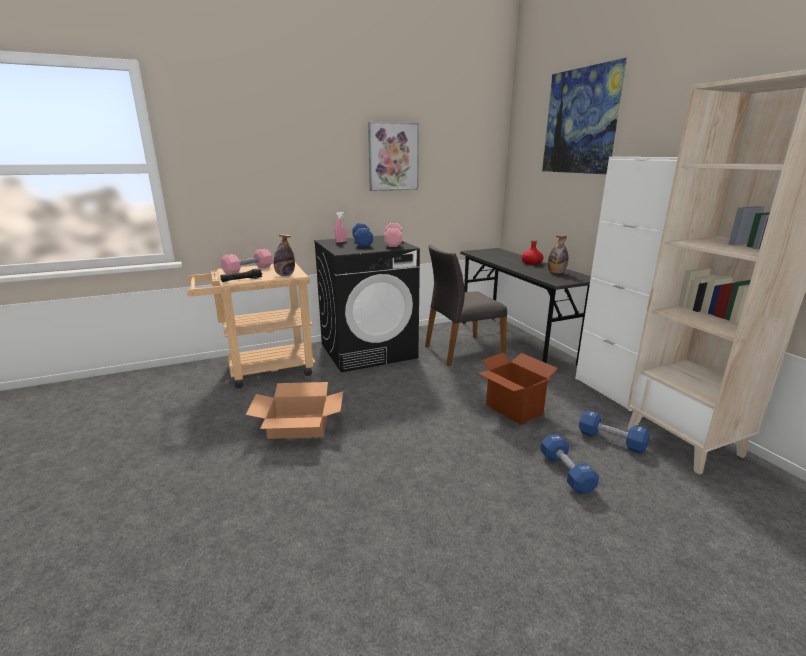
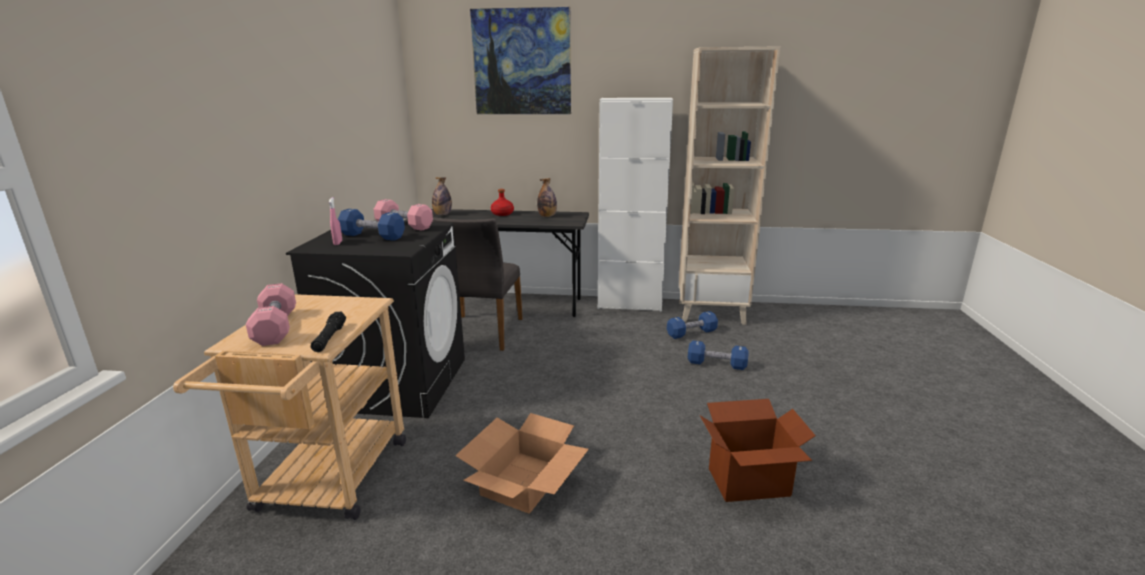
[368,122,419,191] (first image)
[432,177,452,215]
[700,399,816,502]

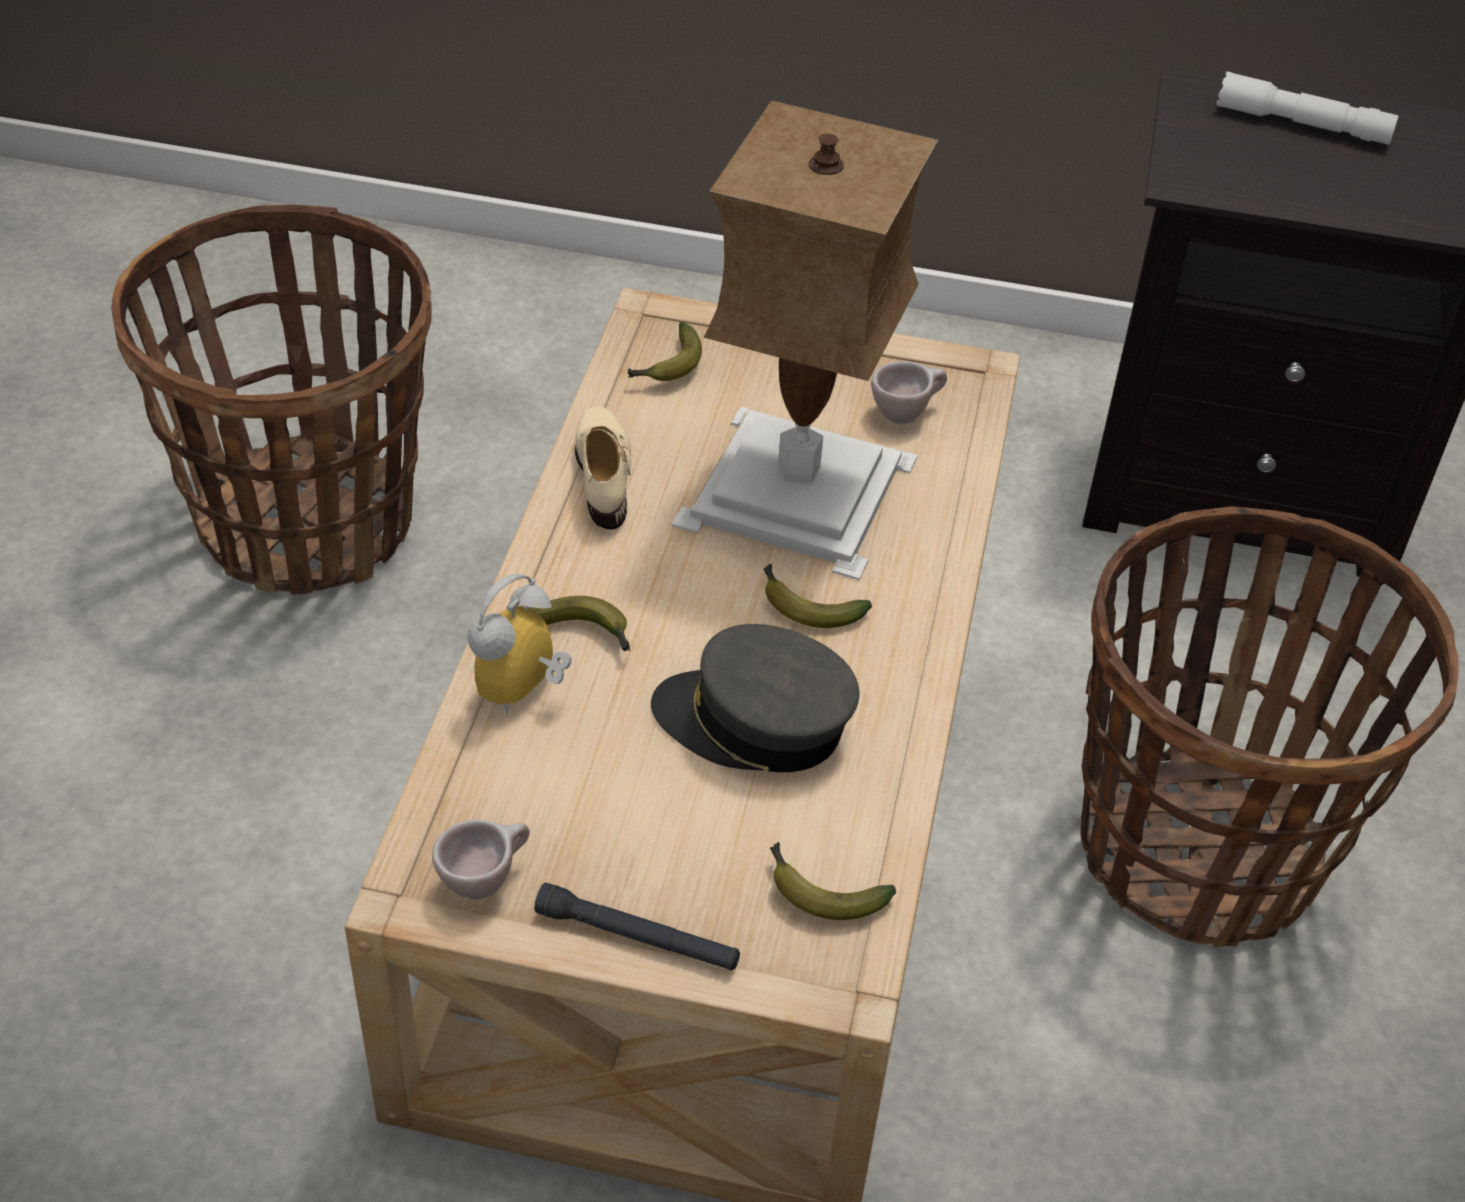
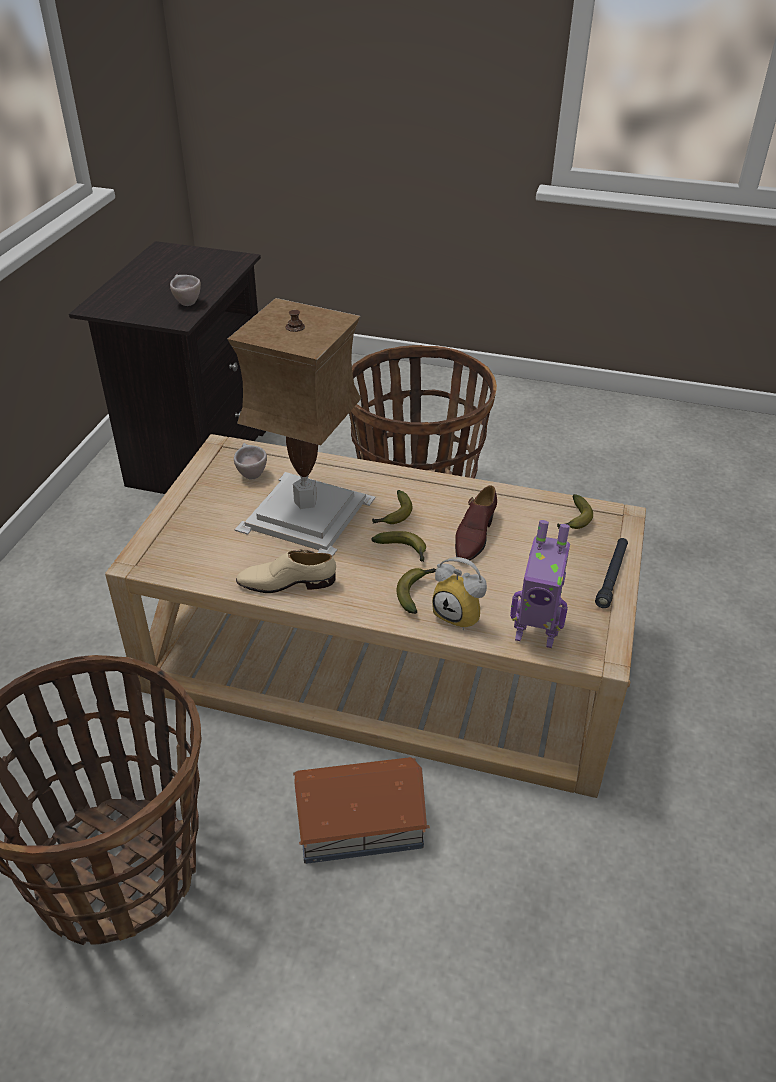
[1217,71,1399,145] (first image)
[371,531,426,562]
[455,485,497,560]
[170,274,201,306]
[510,520,570,648]
[293,757,430,864]

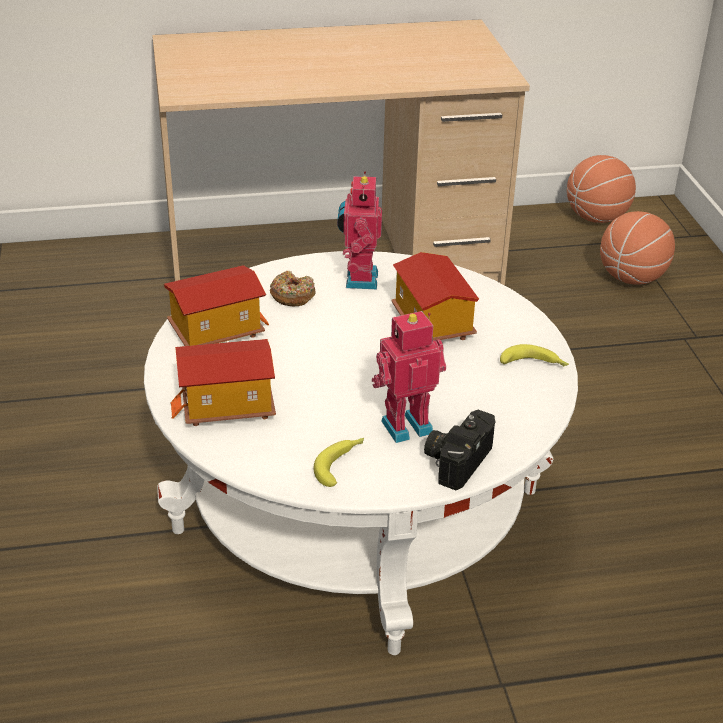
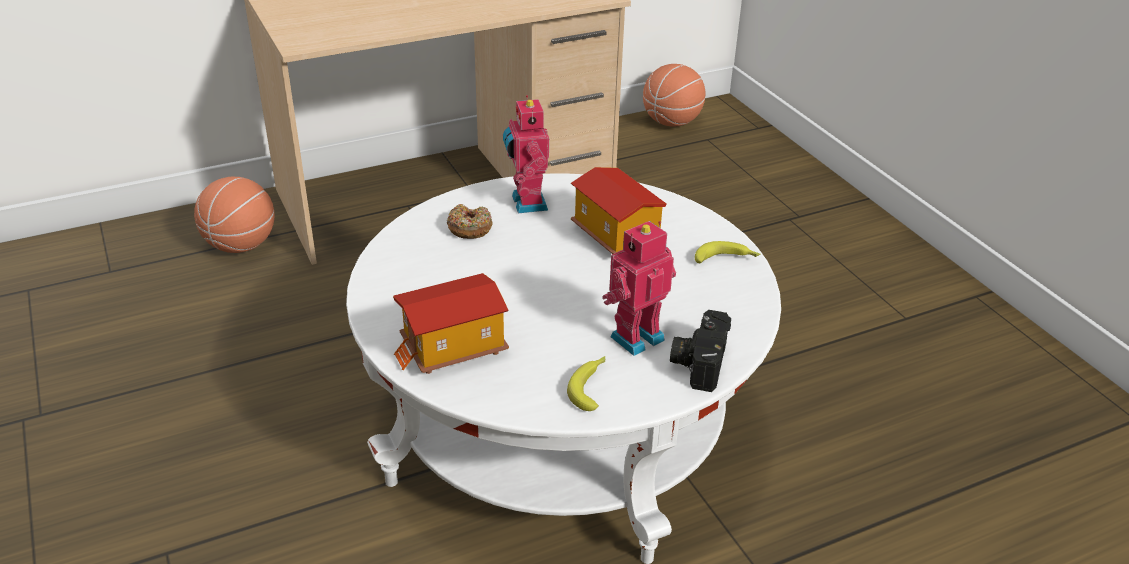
[194,177,275,253]
[164,265,269,346] (first image)

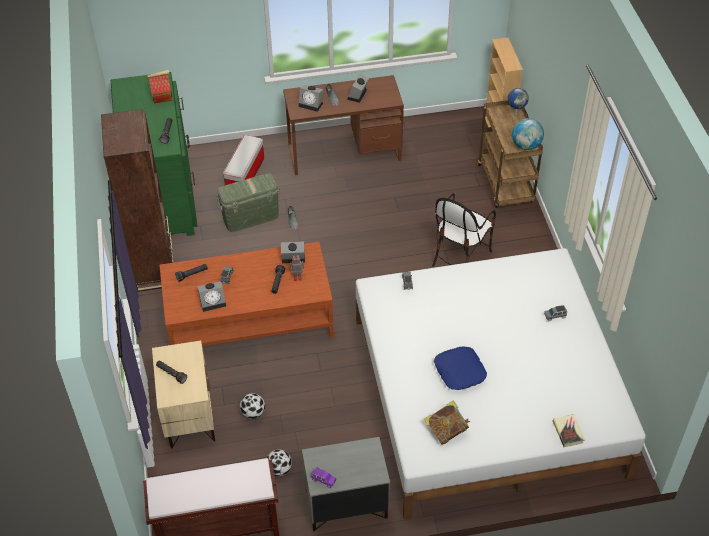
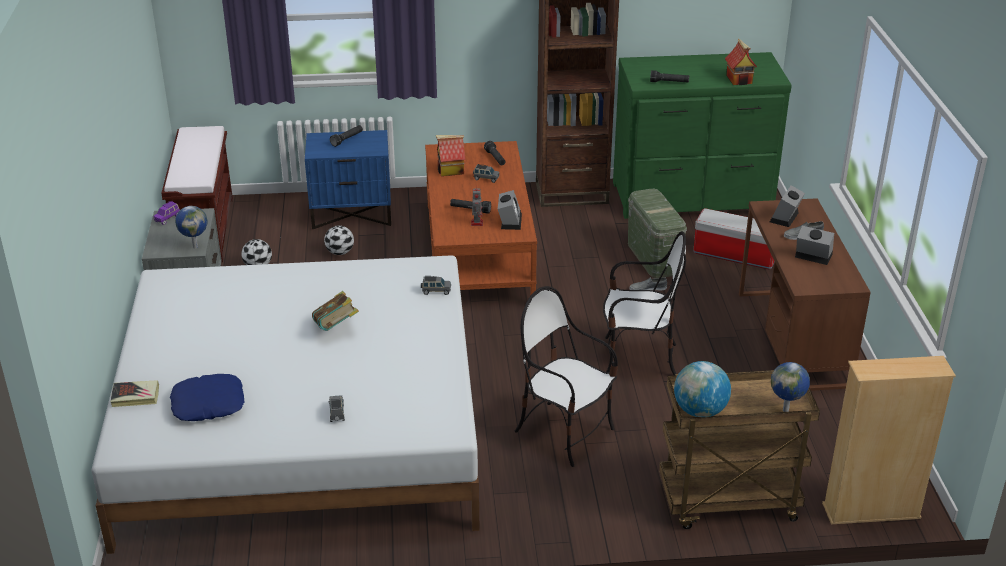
[436,135,465,176]
[305,130,391,229]
[170,374,245,421]
[312,291,359,331]
[175,206,208,248]
[603,231,686,376]

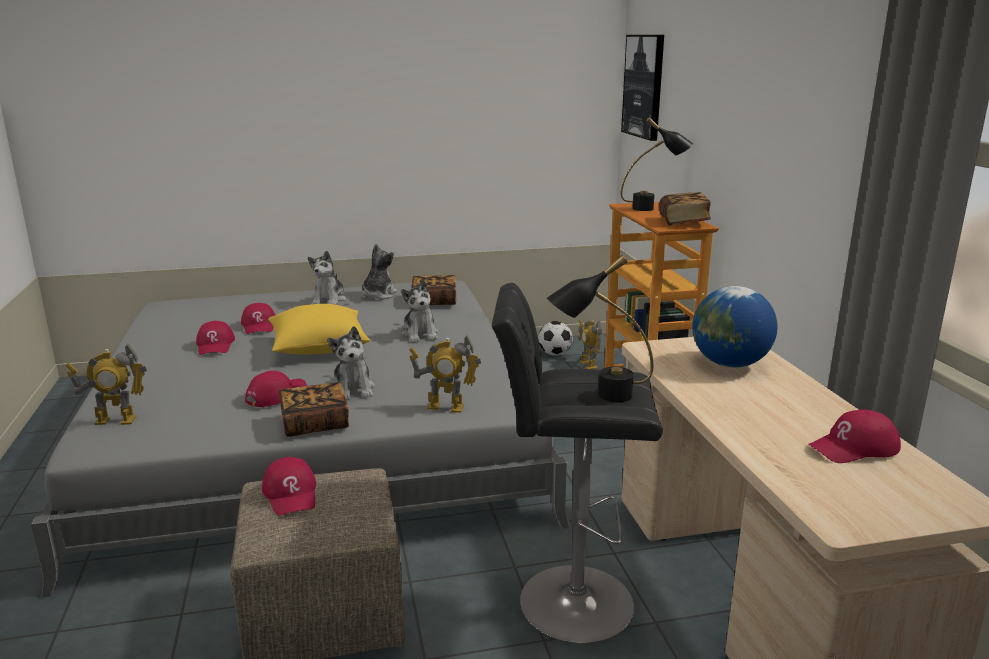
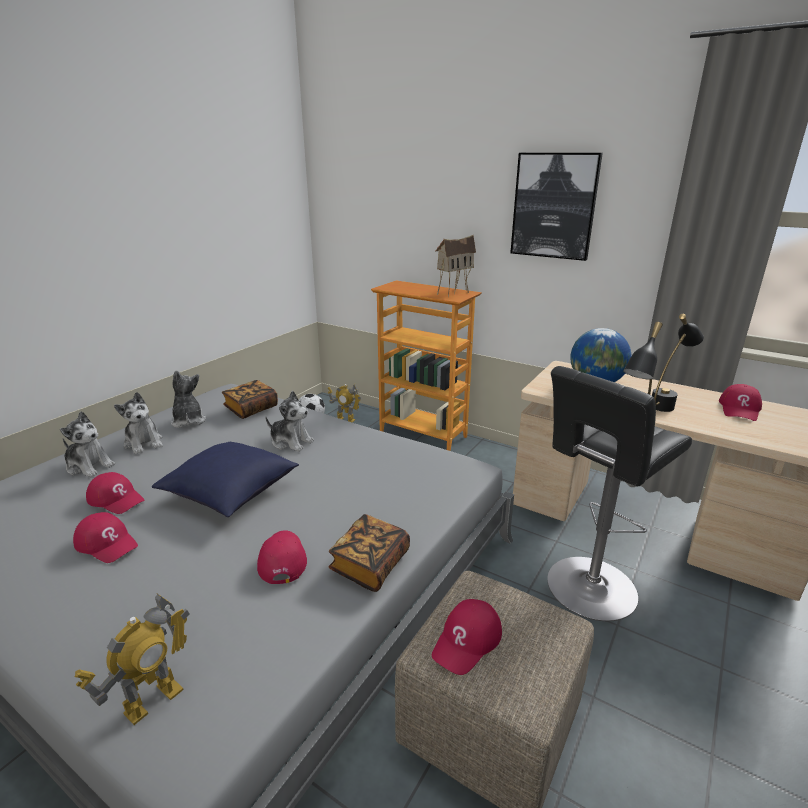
[510,153,603,261]
[652,314,704,412]
[435,235,476,297]
[152,442,299,517]
[60,411,115,477]
[409,335,481,413] (first image)
[432,599,502,675]

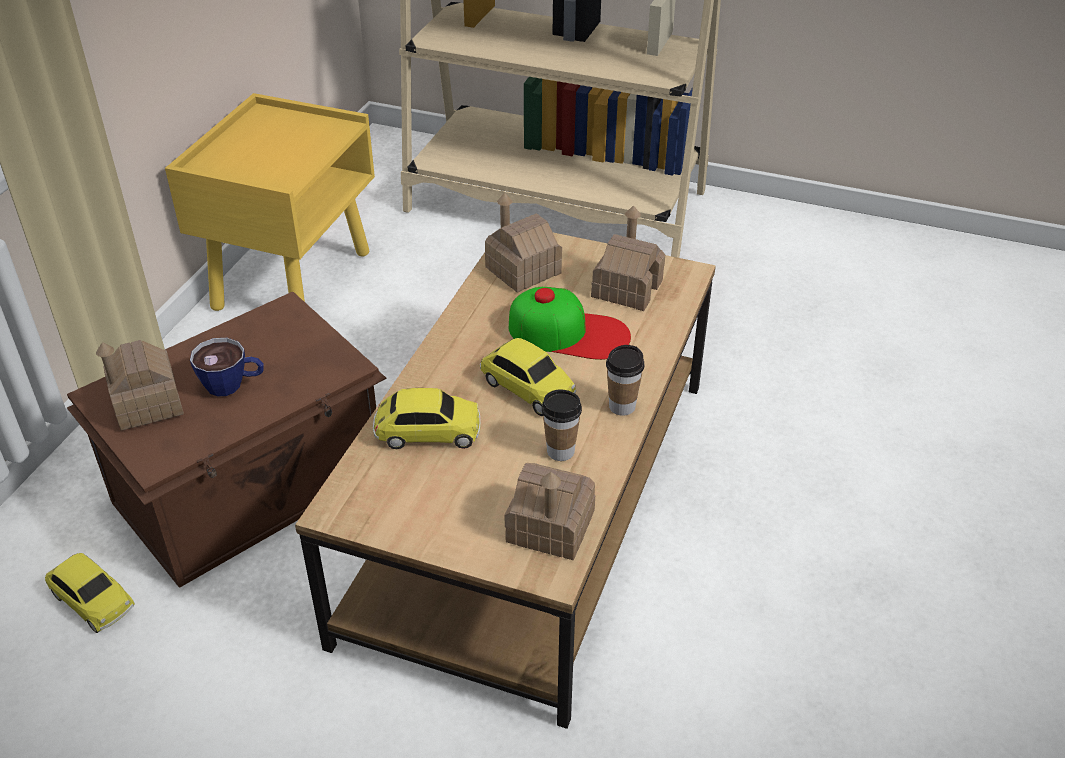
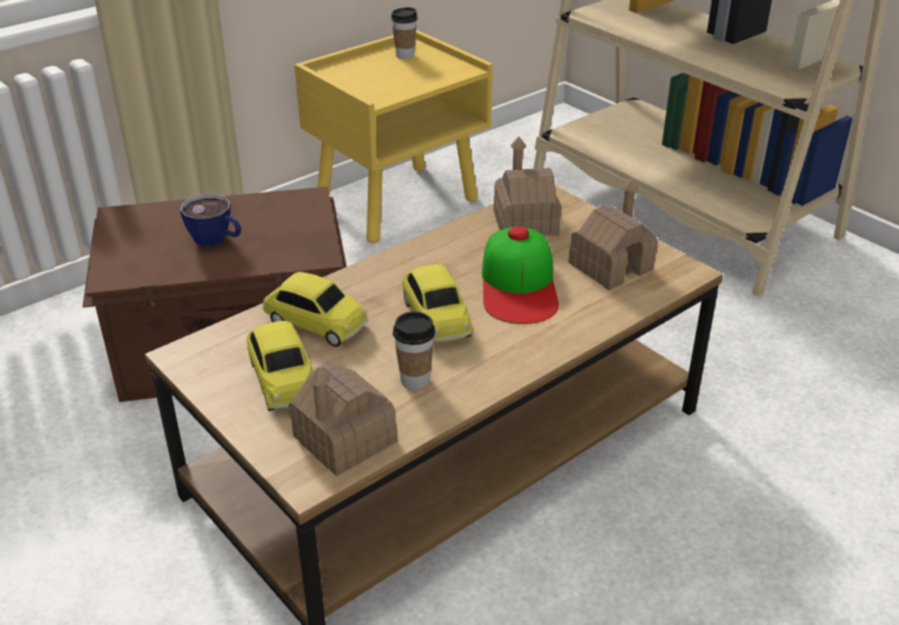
[482,226,559,324]
[96,340,184,431] (first image)
[391,7,417,59]
[247,321,313,411]

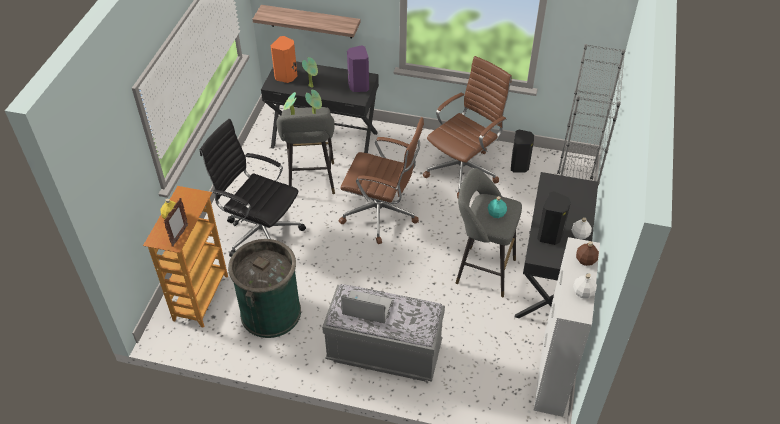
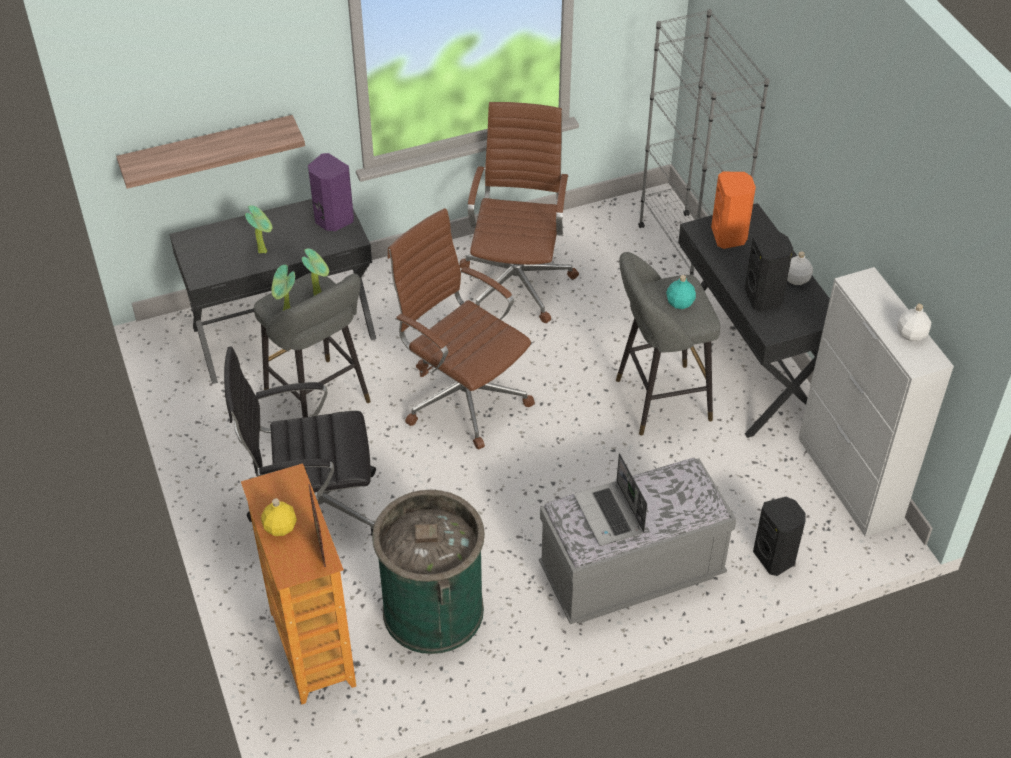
[711,172,756,249]
[387,208,535,450]
[753,497,806,576]
[576,241,599,266] (first image)
[574,453,647,546]

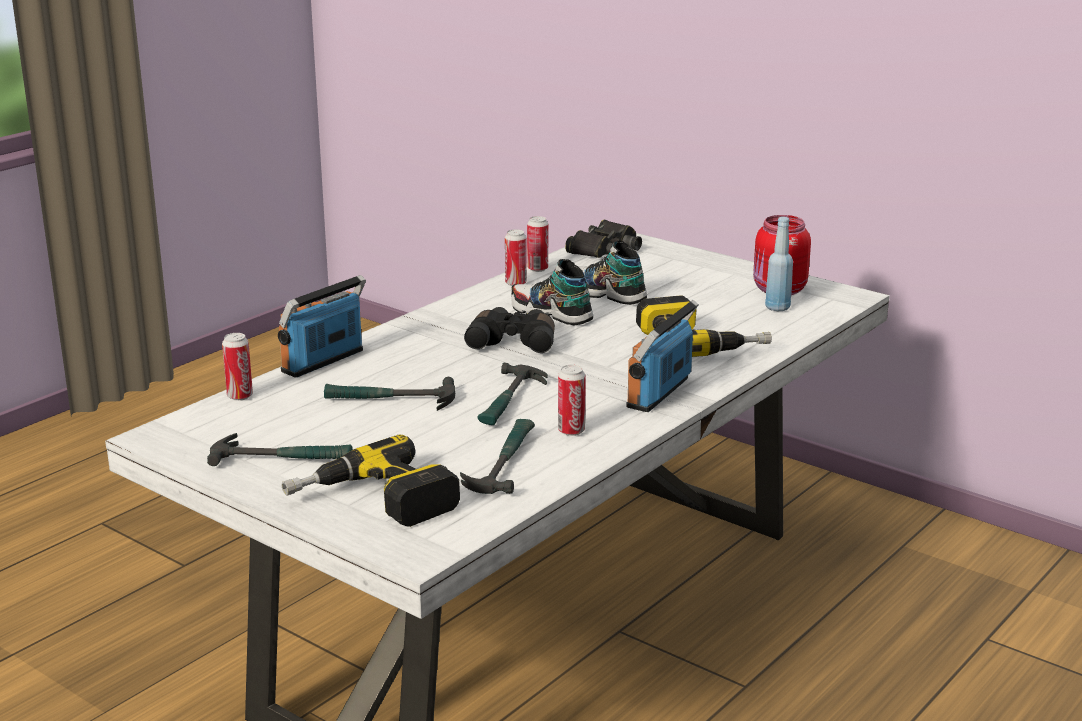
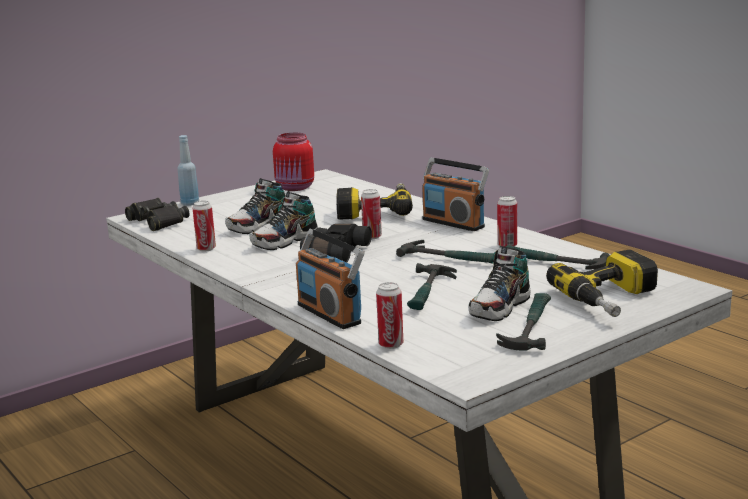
[361,189,382,239]
[177,135,199,206]
[469,246,530,321]

